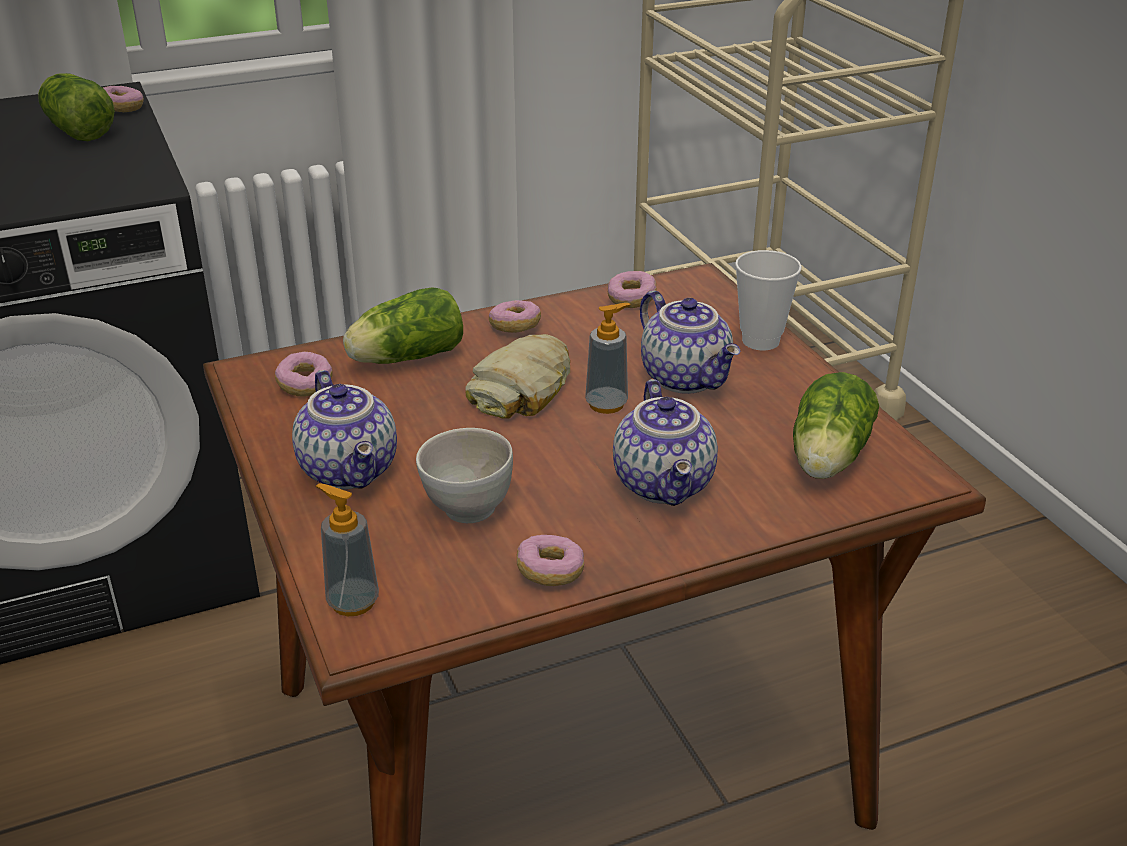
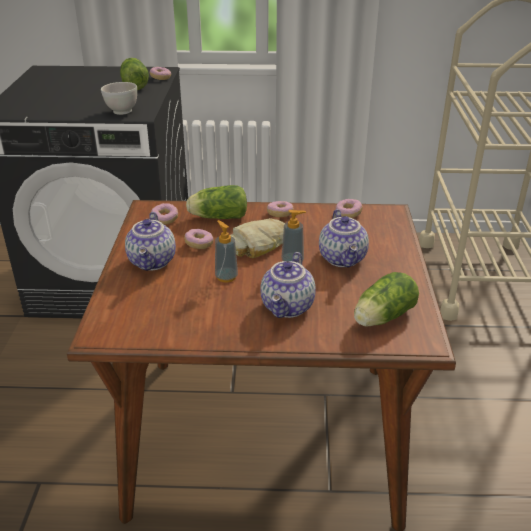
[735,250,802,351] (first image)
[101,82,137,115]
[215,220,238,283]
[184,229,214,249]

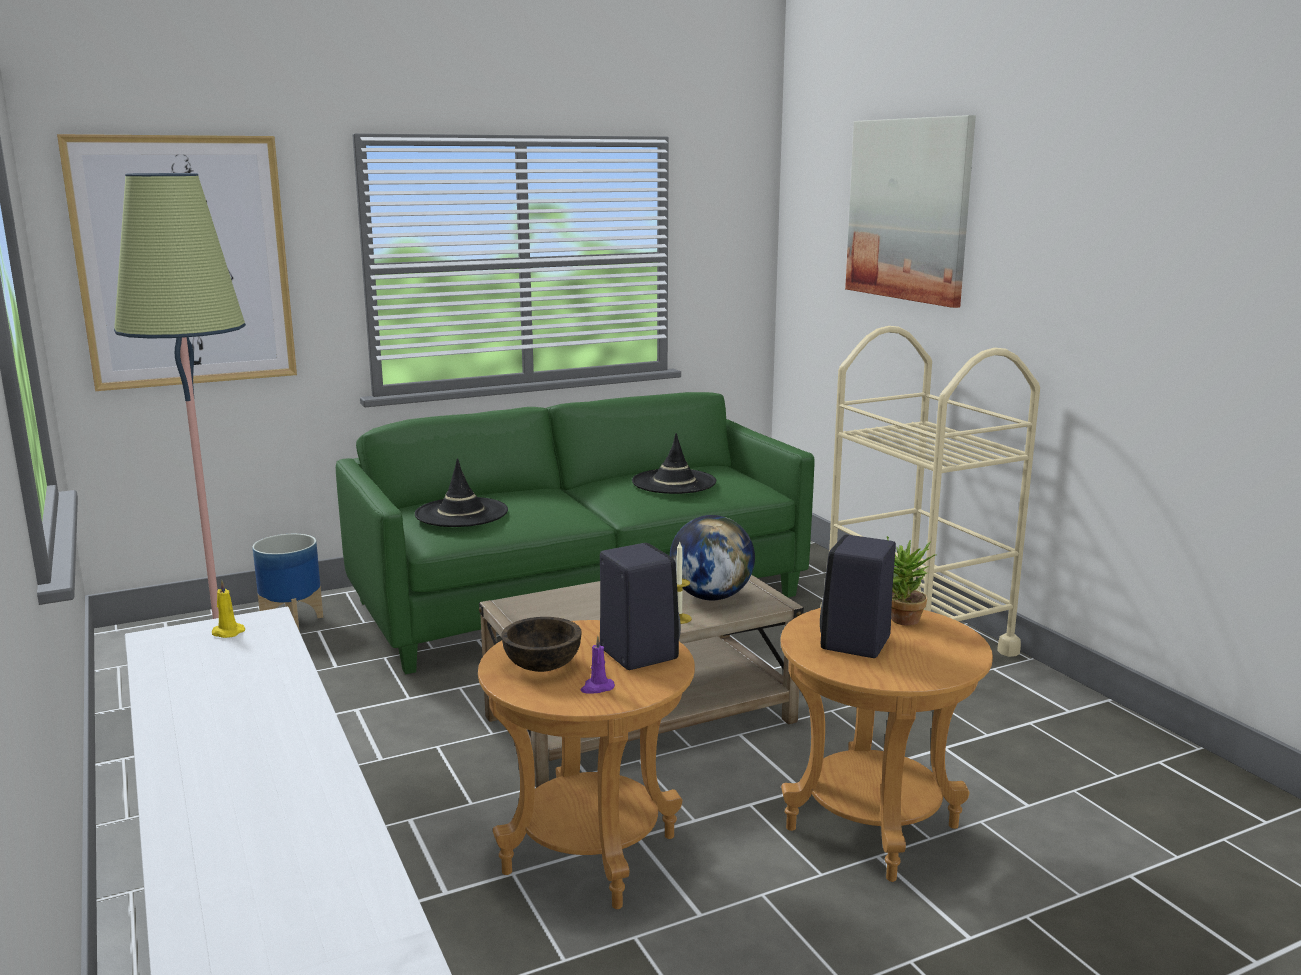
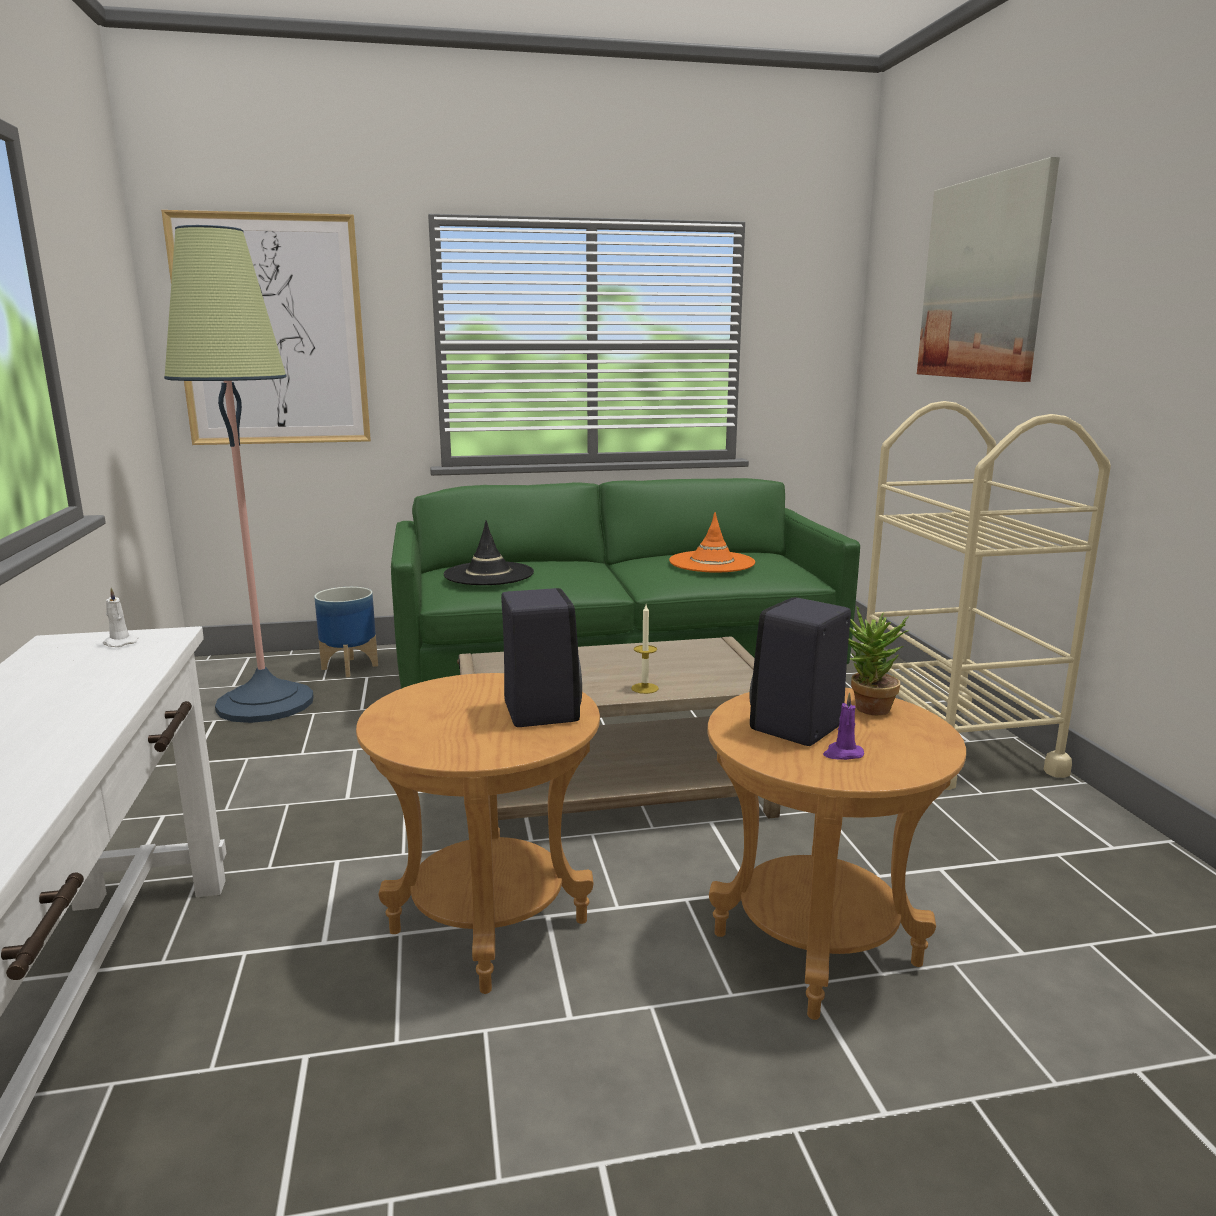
[669,512,755,572]
[670,515,755,600] (first image)
[103,587,138,647]
[501,617,582,672] (first image)
[823,692,864,760]

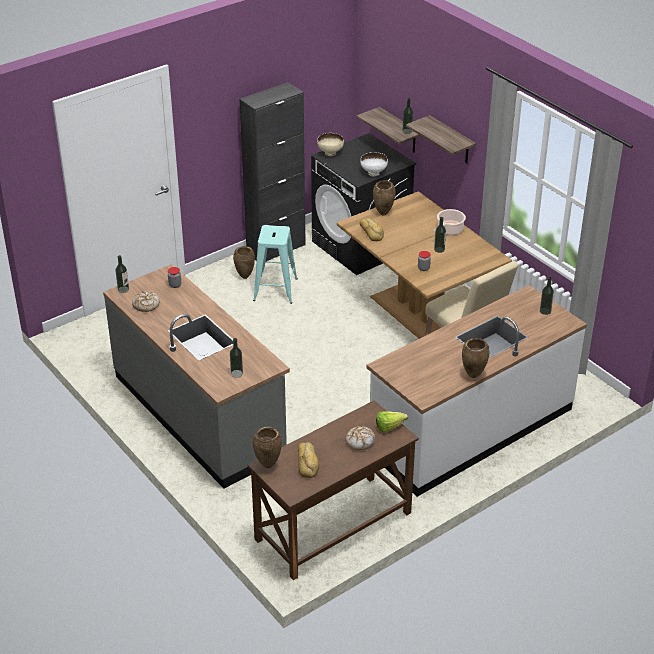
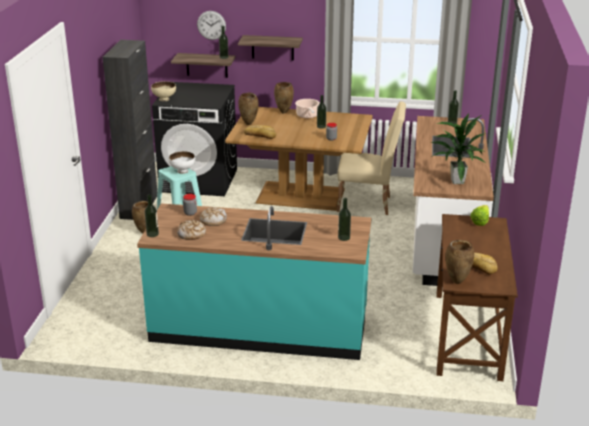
[169,151,195,174]
[137,203,372,360]
[274,82,294,113]
[200,207,227,226]
[197,11,226,40]
[431,114,486,184]

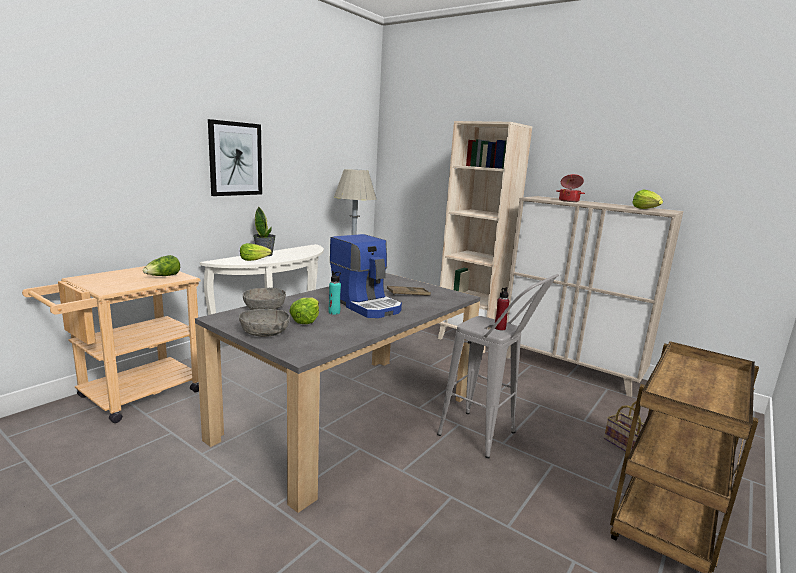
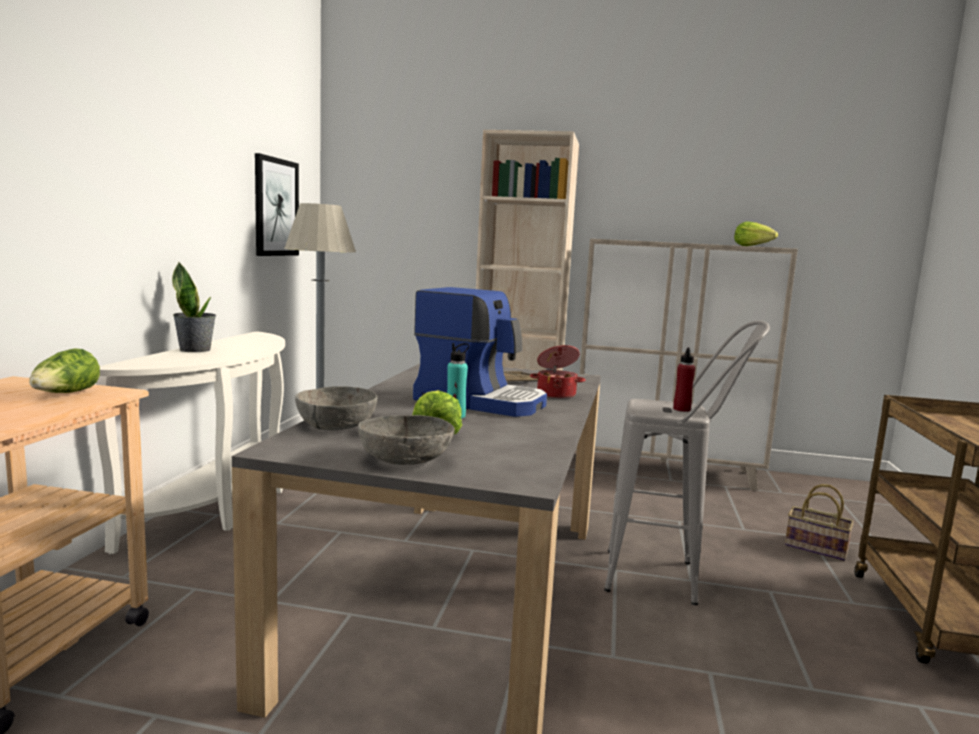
[255,153,299,256]
[530,345,586,399]
[240,243,272,261] (first image)

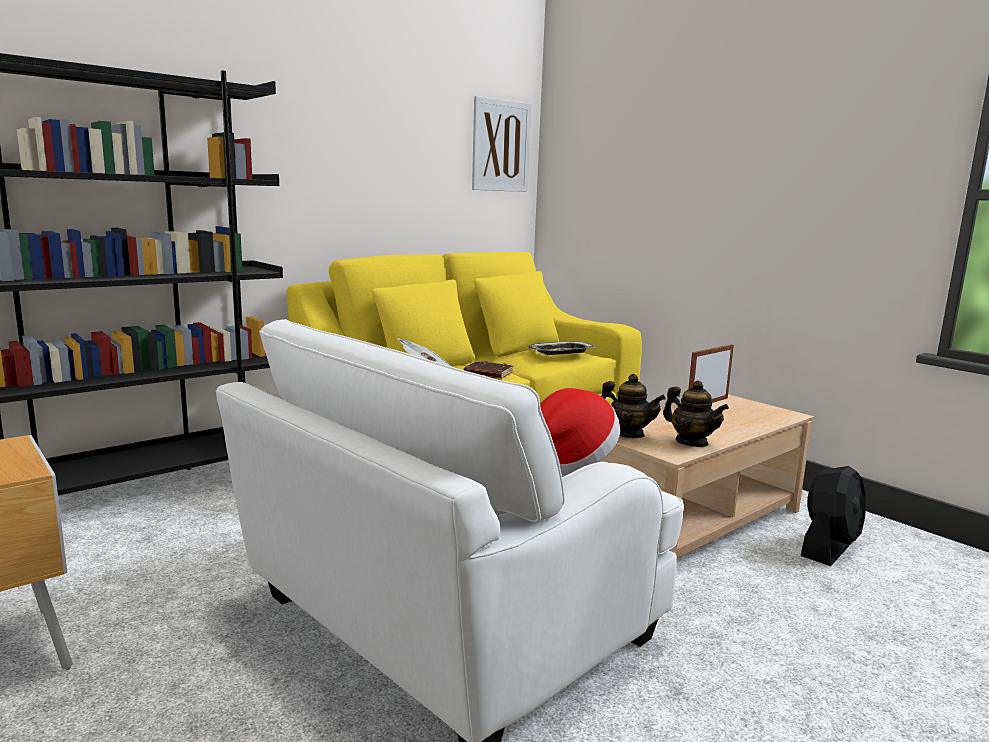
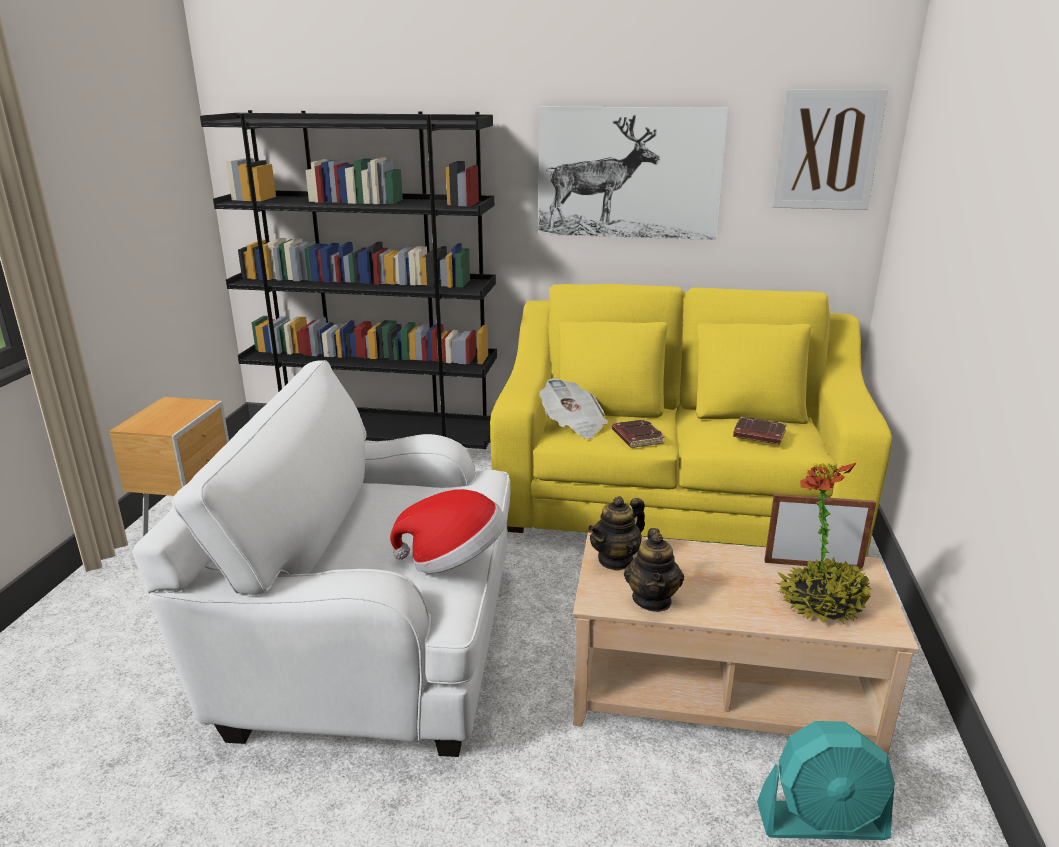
[733,417,787,445]
[588,496,645,571]
[757,721,895,840]
[538,107,729,240]
[776,462,871,625]

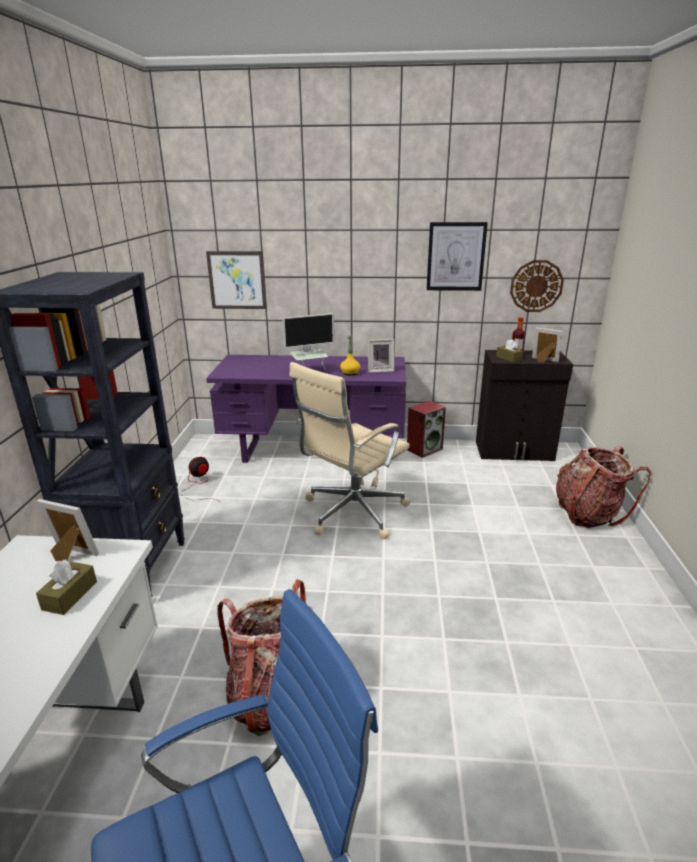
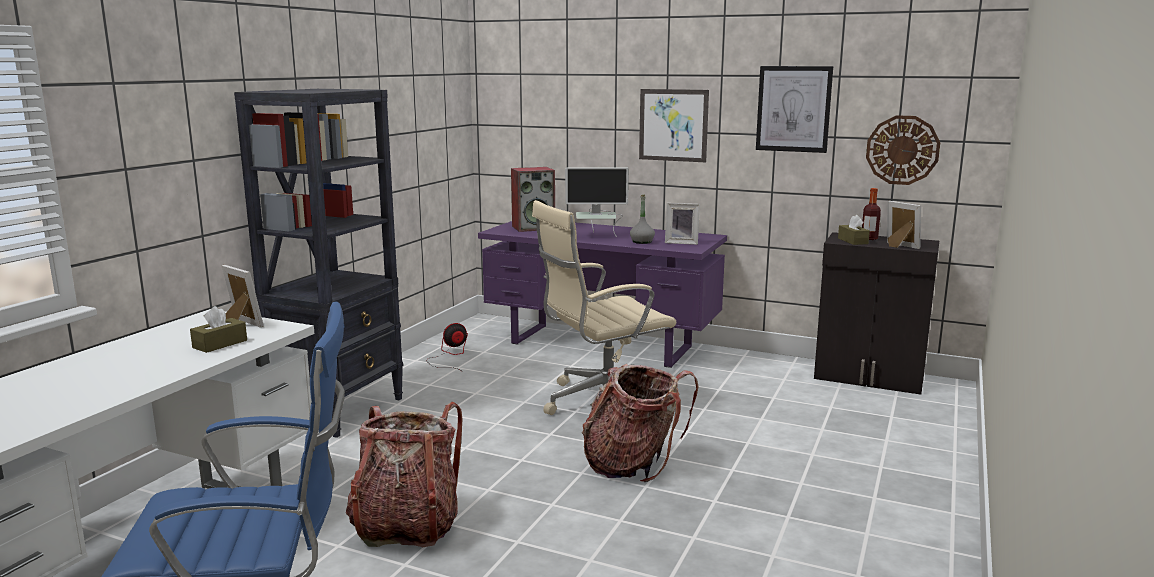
[639,89,709,162]
[630,195,655,244]
[511,167,555,232]
[582,364,699,482]

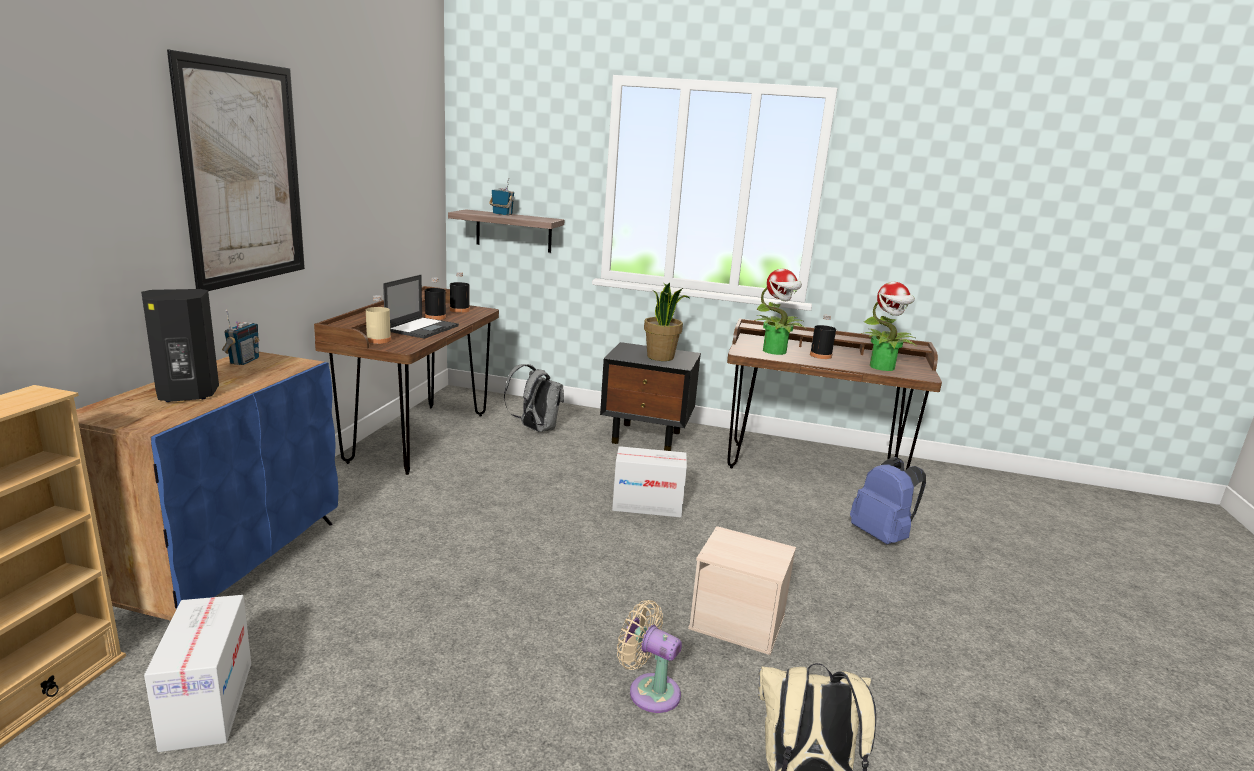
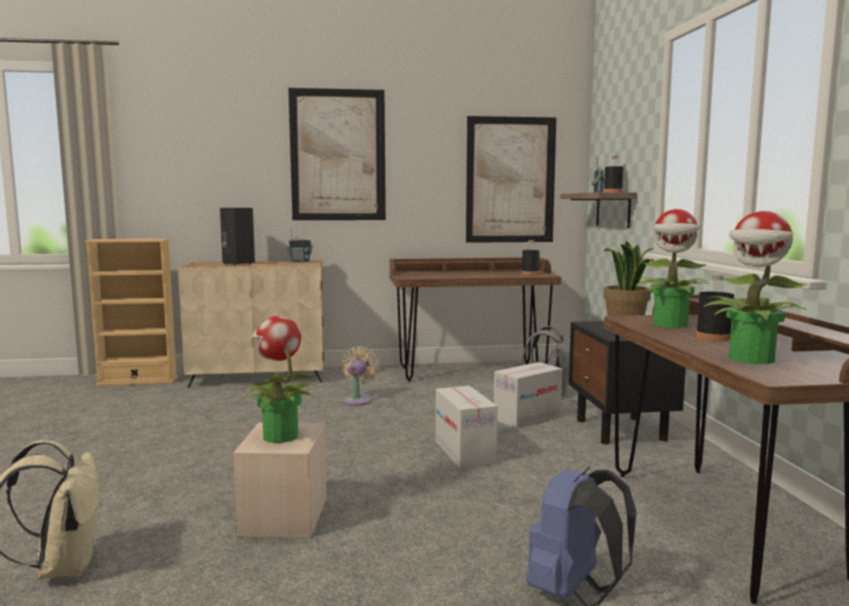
[383,275,459,339] (first image)
[604,155,624,192]
[366,295,391,344] (first image)
[178,261,325,387]
[494,362,562,429]
[342,346,379,406]
[466,116,557,243]
[242,316,316,443]

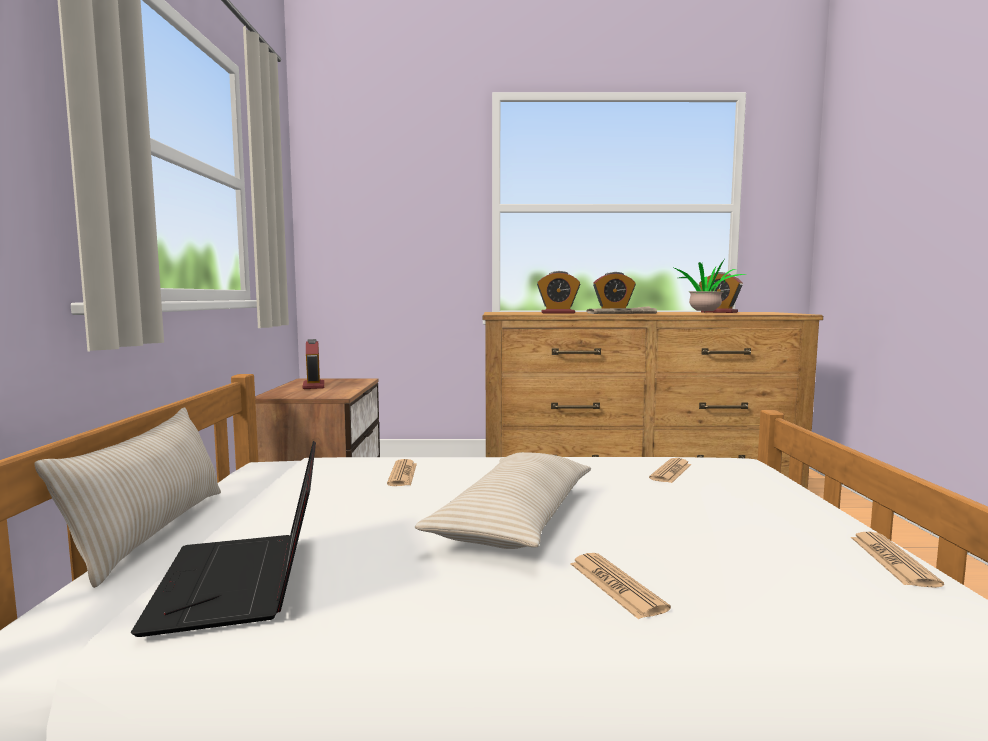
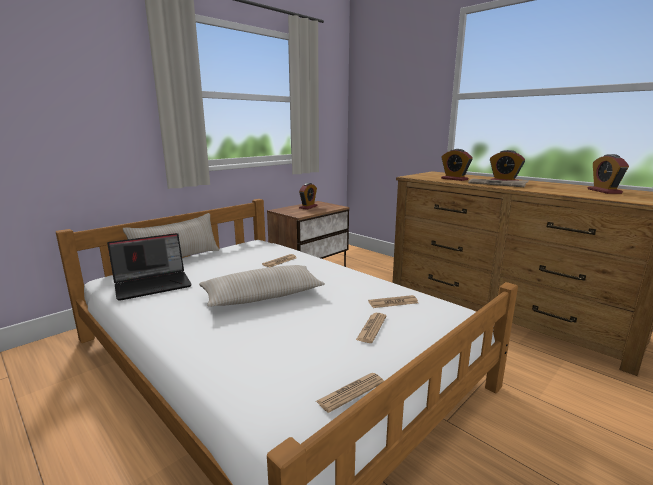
[674,260,745,313] (first image)
[107,233,192,301]
[356,313,386,343]

